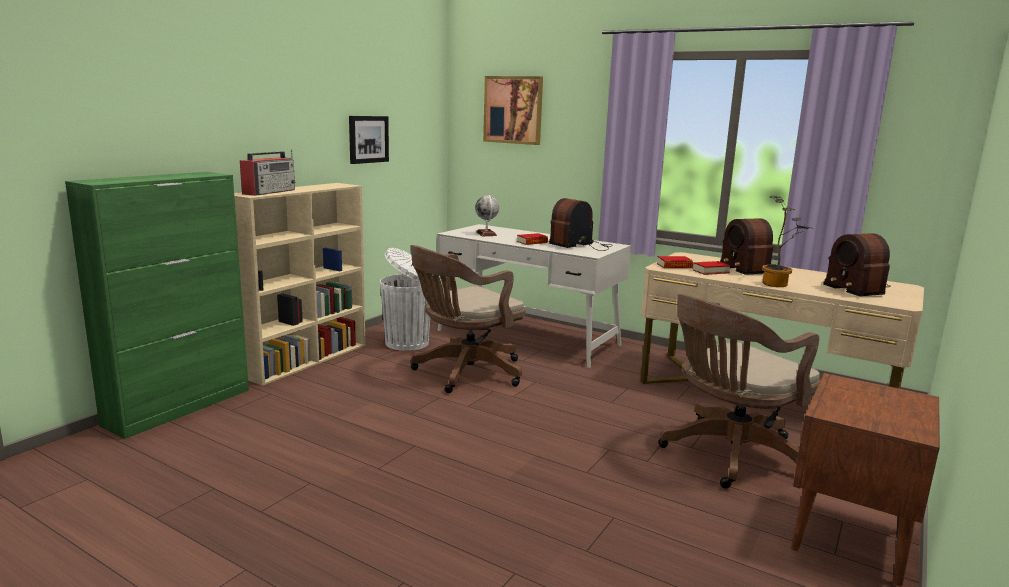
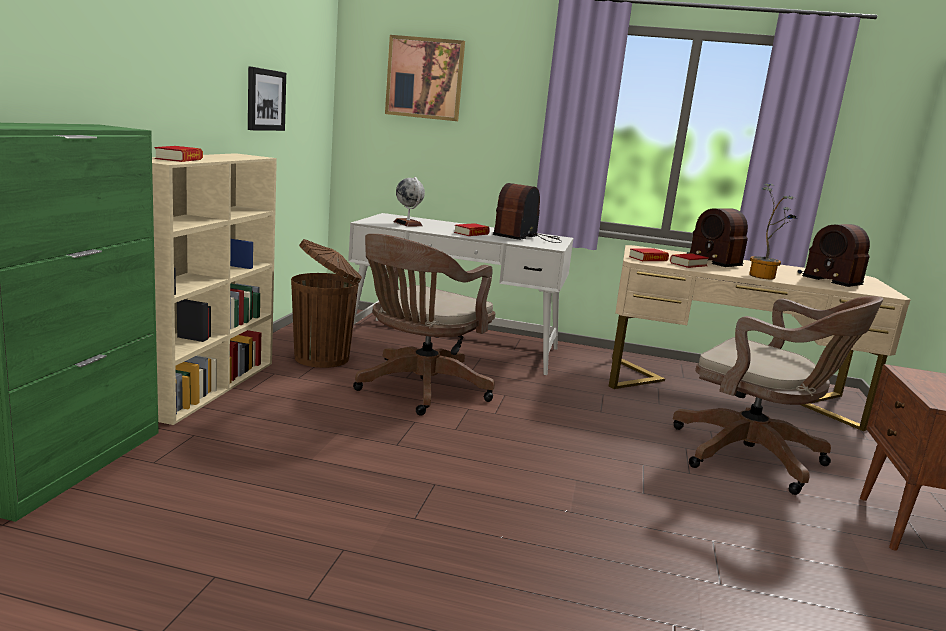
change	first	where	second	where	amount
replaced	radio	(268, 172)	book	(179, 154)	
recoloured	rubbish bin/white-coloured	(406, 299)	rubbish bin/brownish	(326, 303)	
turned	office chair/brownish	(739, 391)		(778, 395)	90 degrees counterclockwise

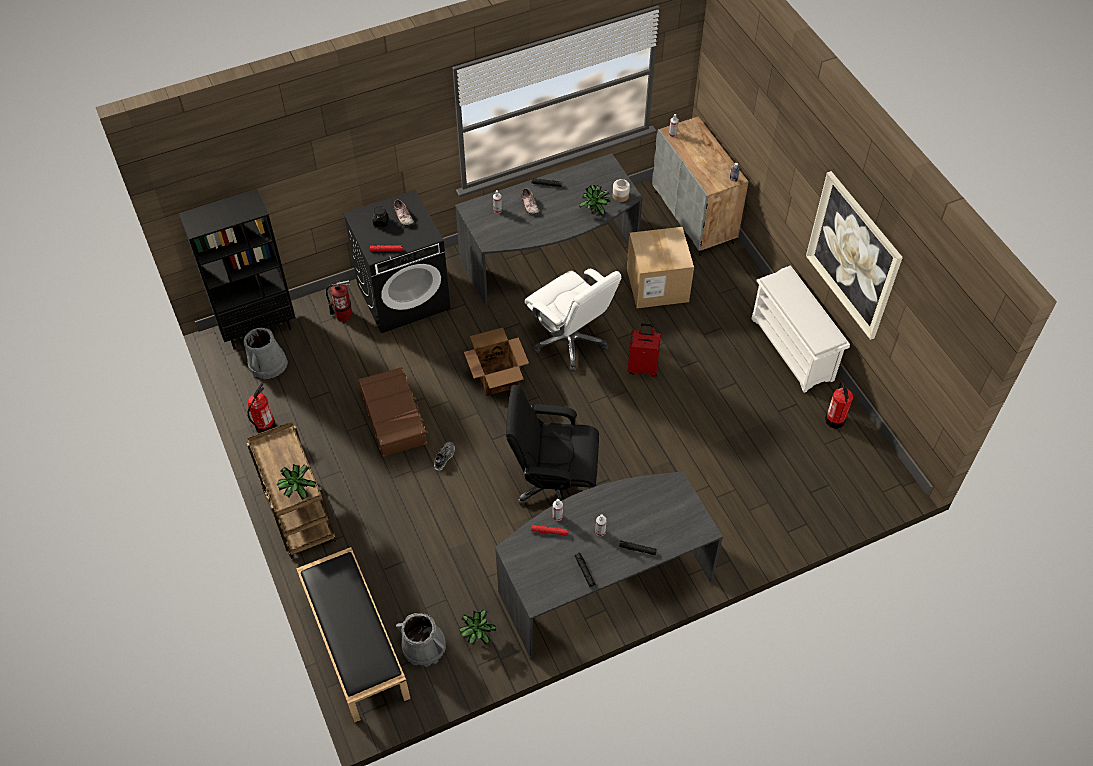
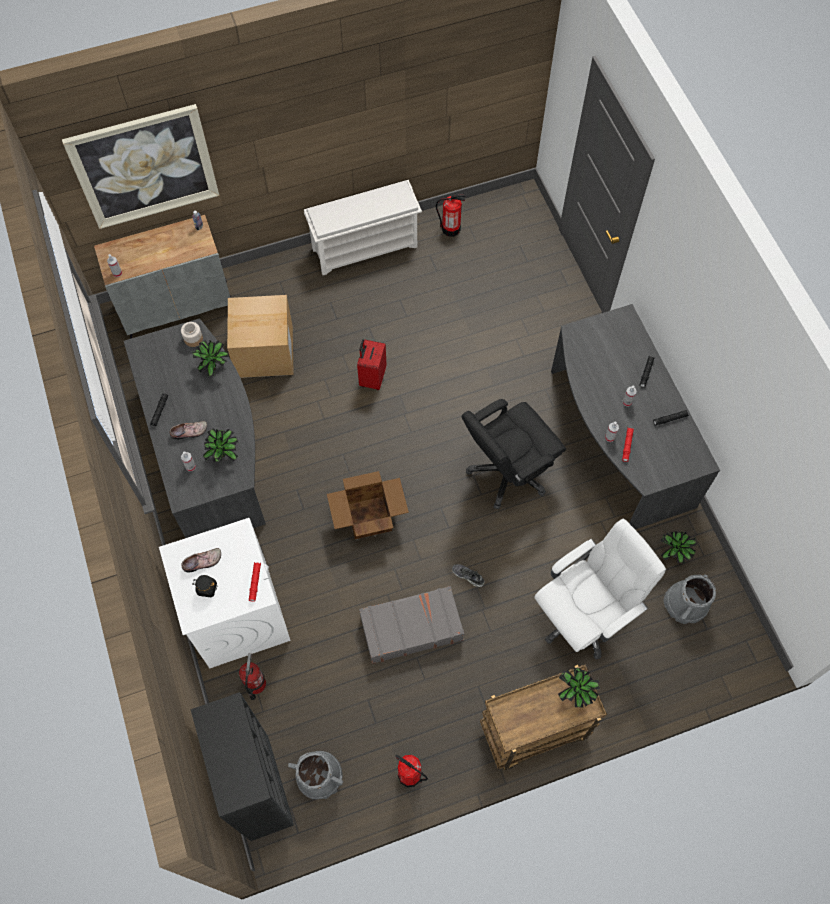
change	first	where	second	where	amount
removed	indoor bench/black	(353, 635)			
recoloured	laundry appliance/black	(396, 261)	laundry appliance/white-coloured	(224, 593)	
recoloured	travel case/brownish	(393, 412)	travel case/greyish	(411, 625)	
turned	office chair/black	(552, 445)		(514, 454)	45 degrees clockwise
moved	office chair/white-coloured	(573, 320)		(600, 589)	
moved	wall art	(854, 255)		(140, 166)	
added			plant in a pot	(220, 445)	

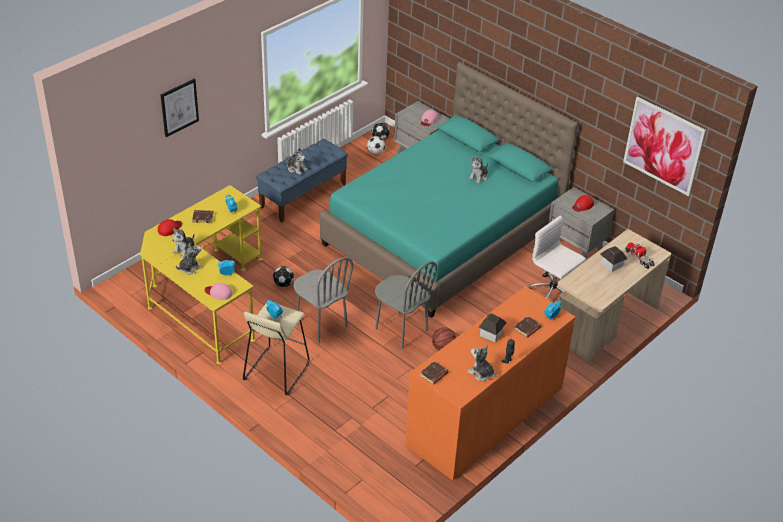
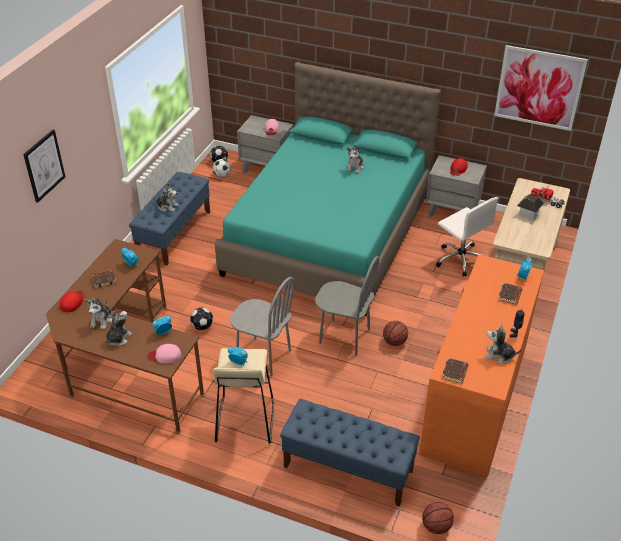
change	first	where	second	where	amount
recoloured	desk unit/yellowish	(201, 274)	desk unit/brownish	(125, 336)	
removed	model house	(492, 327)			
turned	office chair/white-coloured	(557, 257)		(467, 237)	150 degrees counterclockwise
added			indoor bench/blue	(350, 453)	
added			basketball ball	(438, 518)	

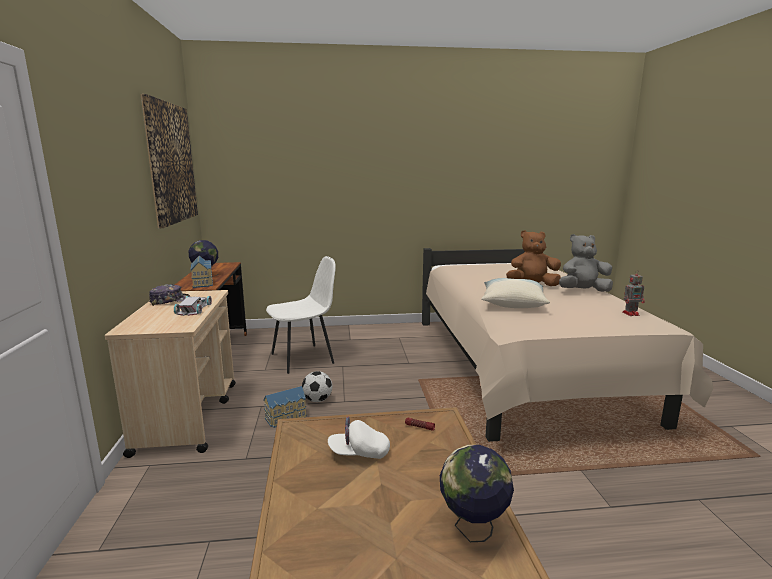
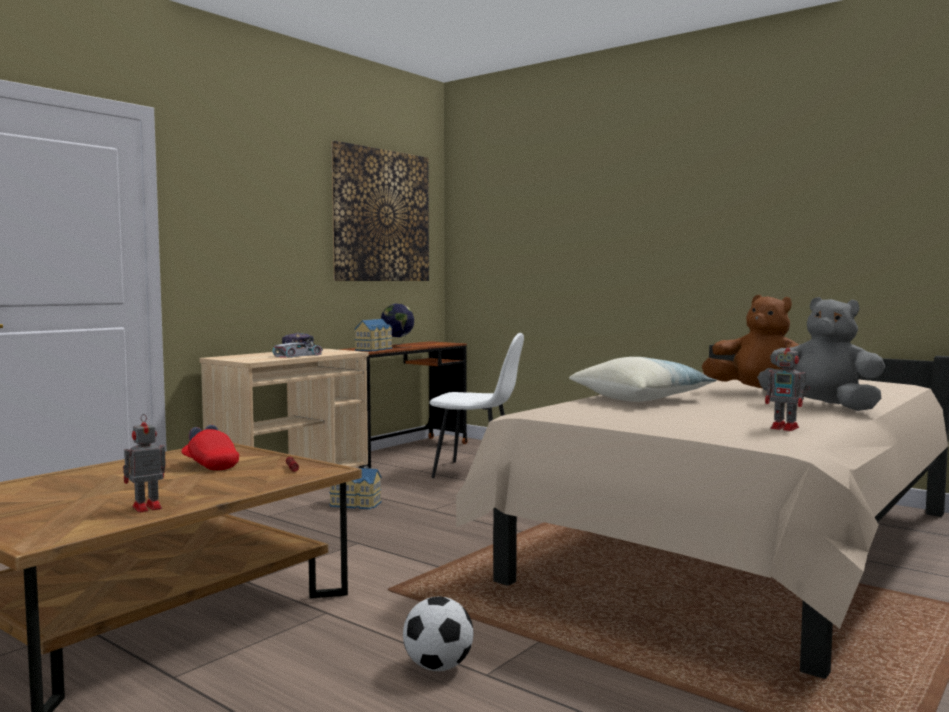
change	first	where	second	where	amount
moved	football	(317, 386)		(438, 633)	
recoloured	peaked cap/white-coloured	(359, 438)	peaked cap/red-coloured	(210, 447)	
replaced	world globe	(477, 493)	robot figure	(144, 463)	

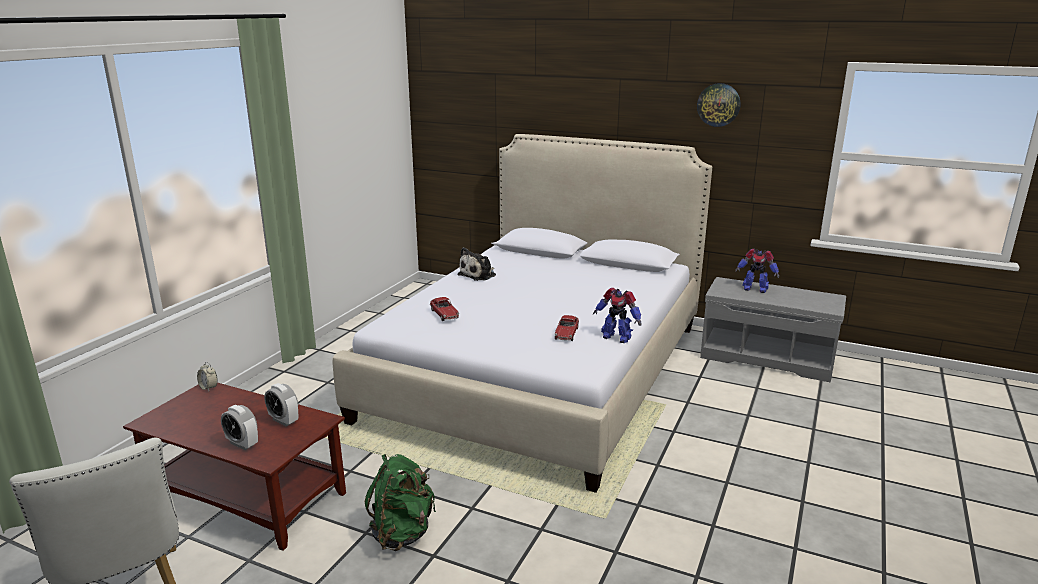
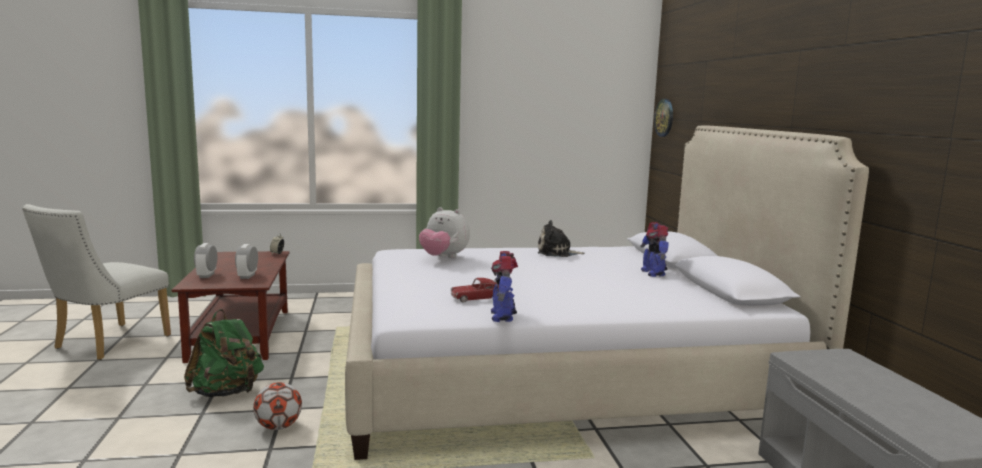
change	first	where	second	where	amount
replaced	toy car	(444, 309)	soft toy	(444, 232)	
moved	hanging clock	(718, 105)		(663, 118)	
moved	robot figure	(757, 271)		(654, 249)	
added			football	(277, 406)	

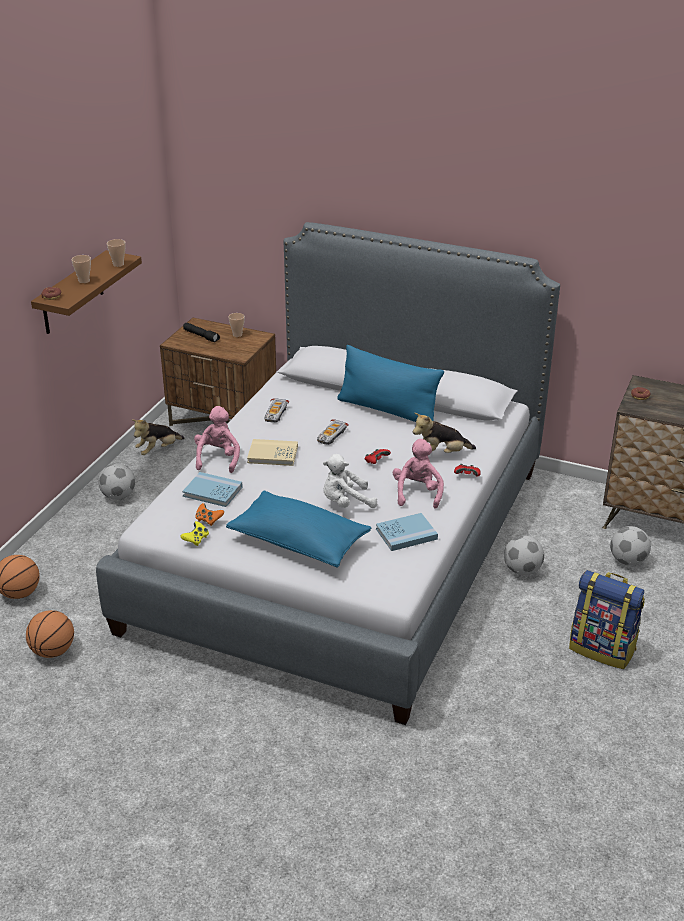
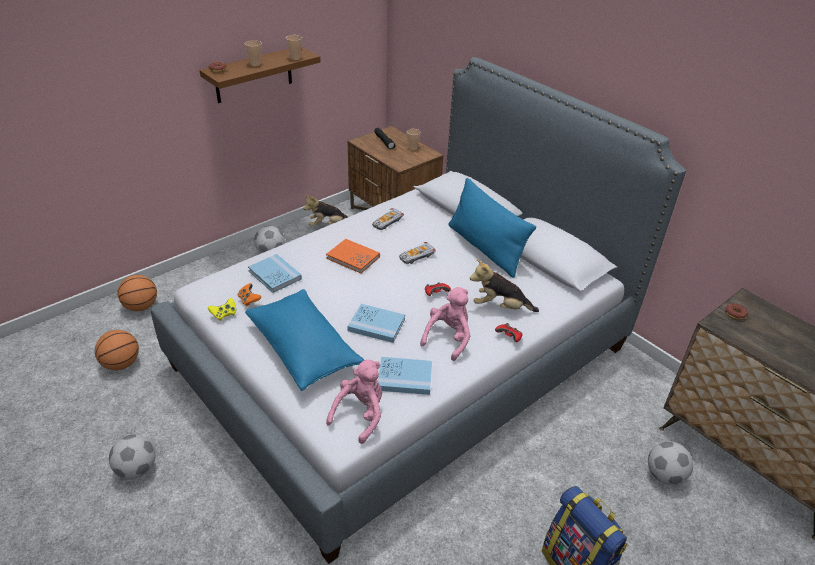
change	first	where	second	where	amount
moved	soft toy/pink-coloured	(217, 439)		(354, 402)	
recoloured	book/beige-coloured	(272, 452)	book/orange-coloured	(353, 256)	
replaced	soft toy/white-coloured	(350, 481)	book/blue	(376, 323)	
moved	football	(524, 555)		(132, 457)	

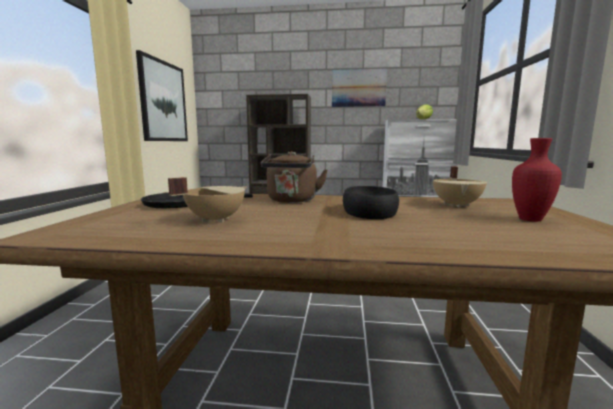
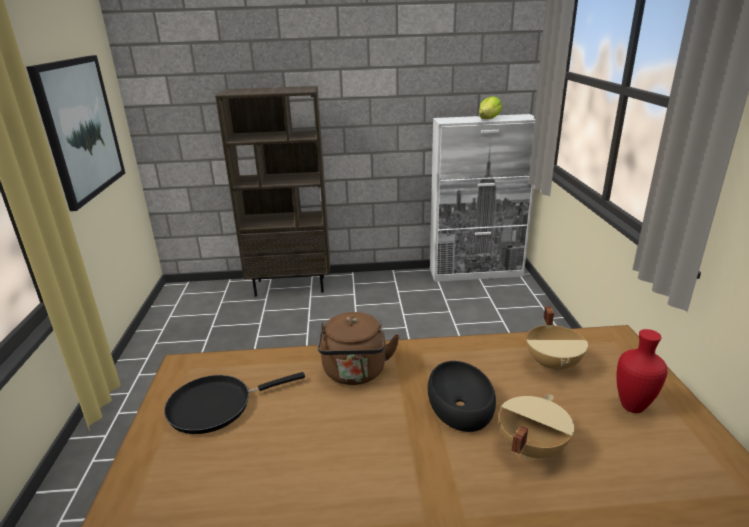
change	first	where	second	where	amount
moved	saucepot/beige-coloured	(207, 200)		(536, 426)	
removed	wall art	(359, 88)			

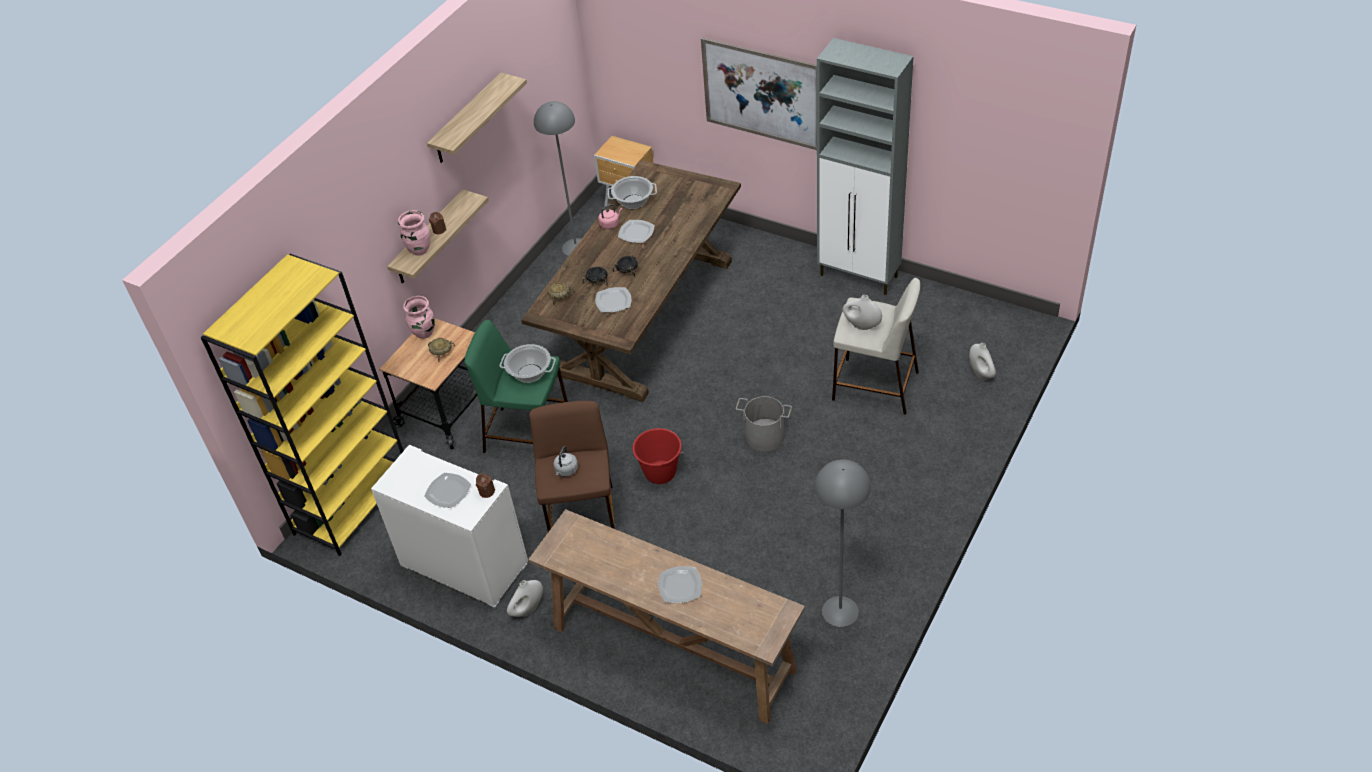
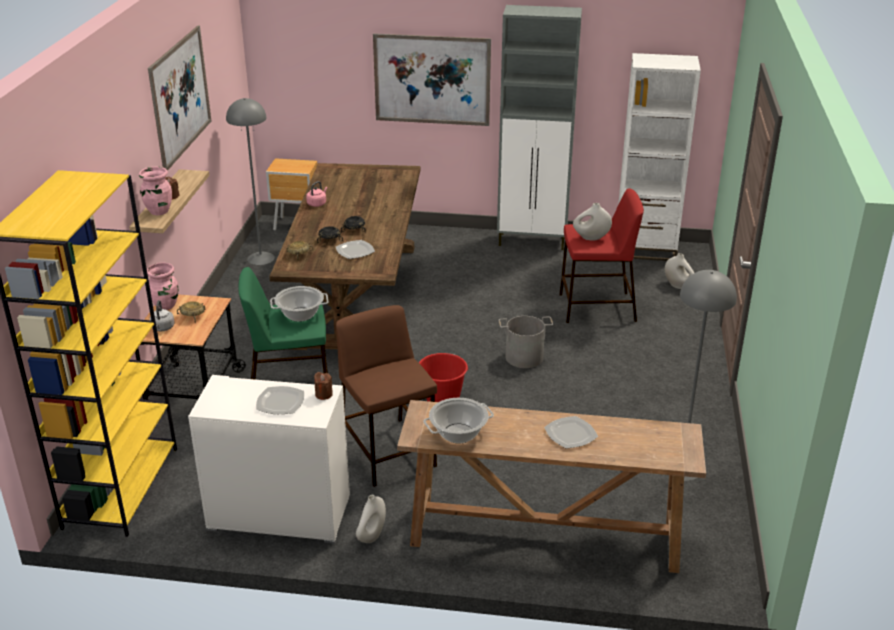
change	first	where	second	where	amount
replaced	bracket shelf	(477, 118)	wall art	(179, 98)	
moved	water kettle/greyish	(565, 461)		(162, 315)	
moved	saucepot	(632, 192)		(458, 421)	
removed	flat dish	(636, 231)			
recoloured	stool/beige-coloured	(876, 346)	stool/red-coloured	(601, 256)	
added			shelving unit/white-coloured	(659, 157)	

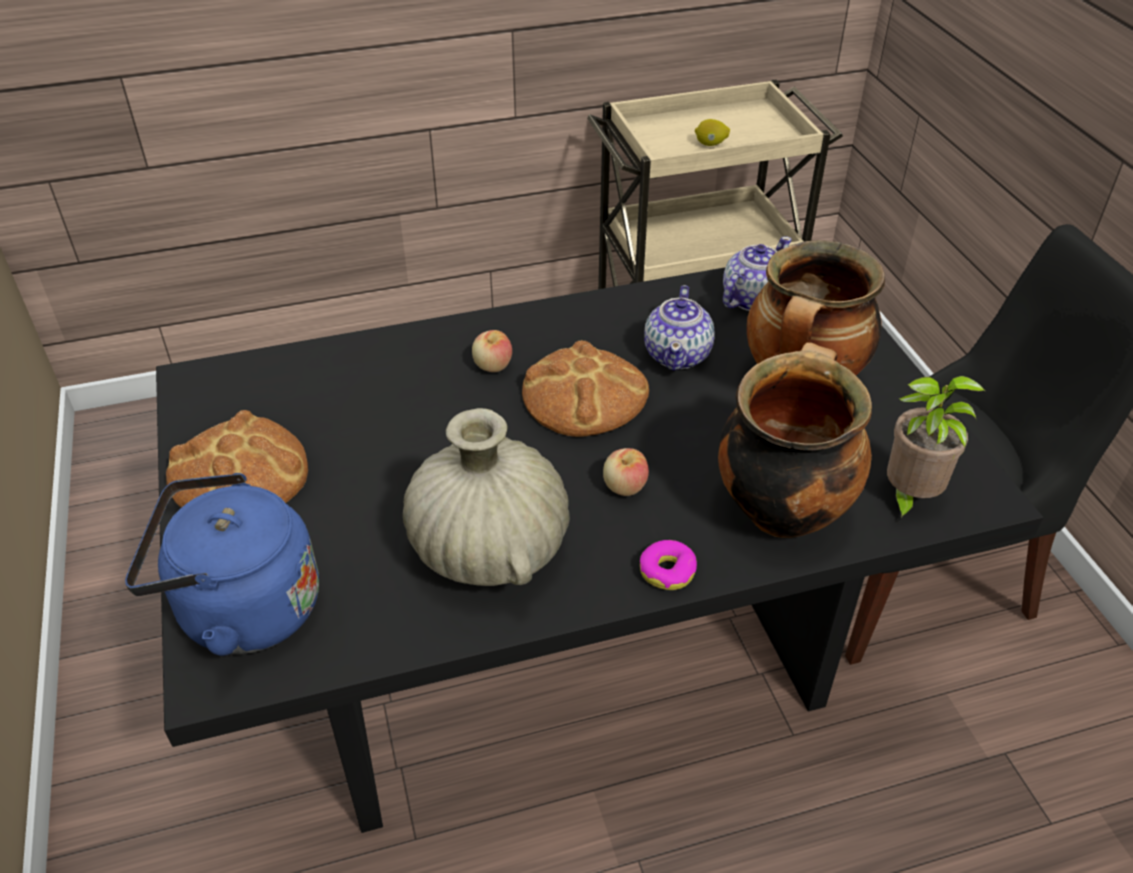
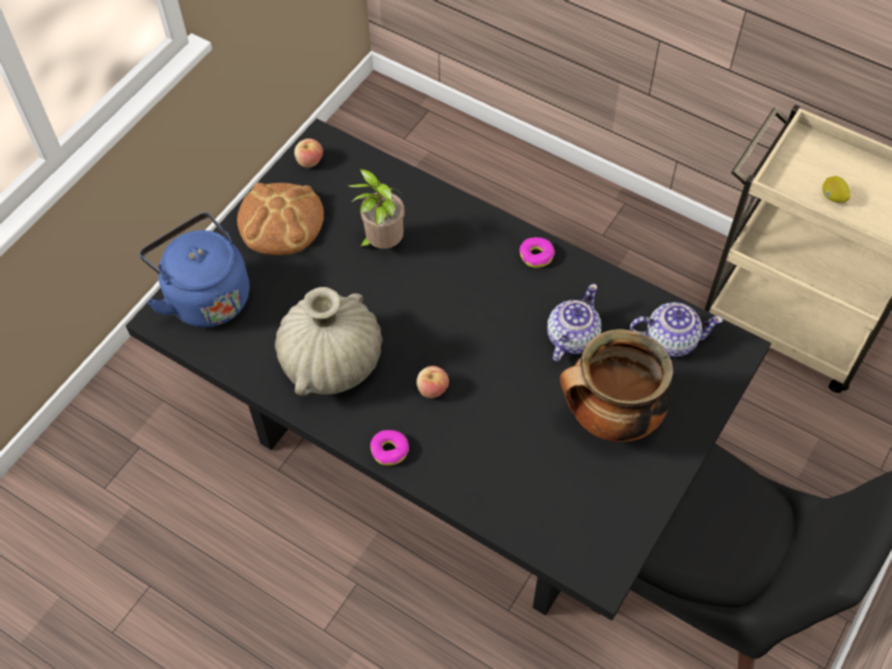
change	first	where	second	where	amount
moved	whole apple	(492, 351)		(308, 153)	
removed	bread	(585, 388)			
turned	teapot	(679, 328)		(574, 323)	150 degrees clockwise
removed	saucepot	(795, 440)			
moved	plant in a pot	(936, 449)		(376, 209)	
added			donut	(537, 252)	

